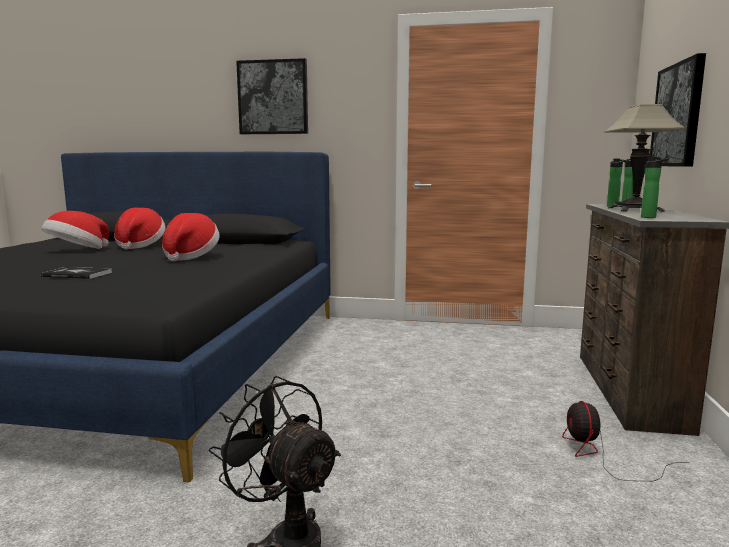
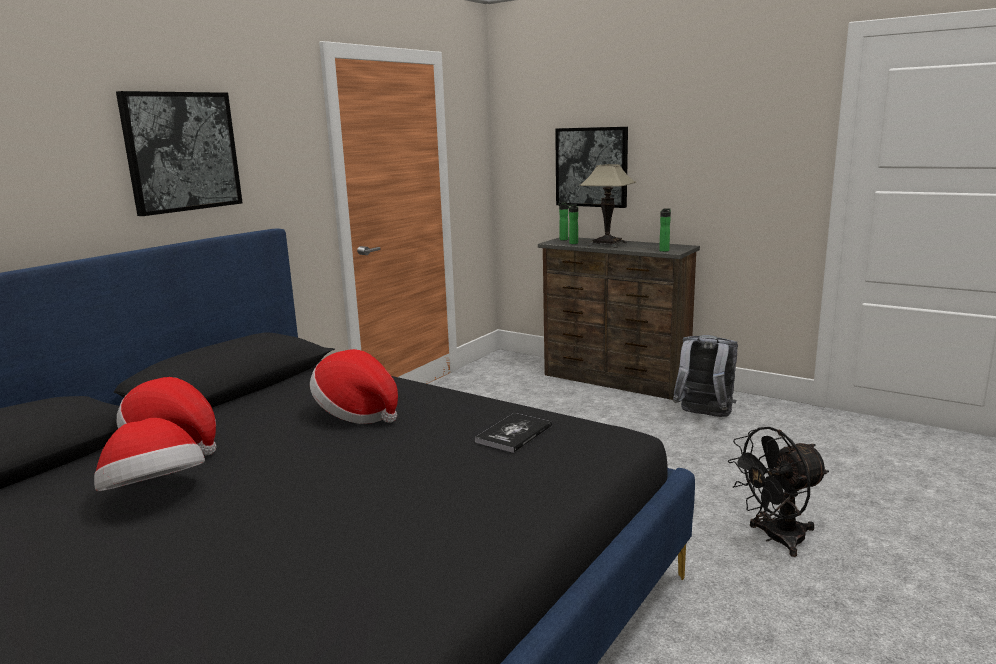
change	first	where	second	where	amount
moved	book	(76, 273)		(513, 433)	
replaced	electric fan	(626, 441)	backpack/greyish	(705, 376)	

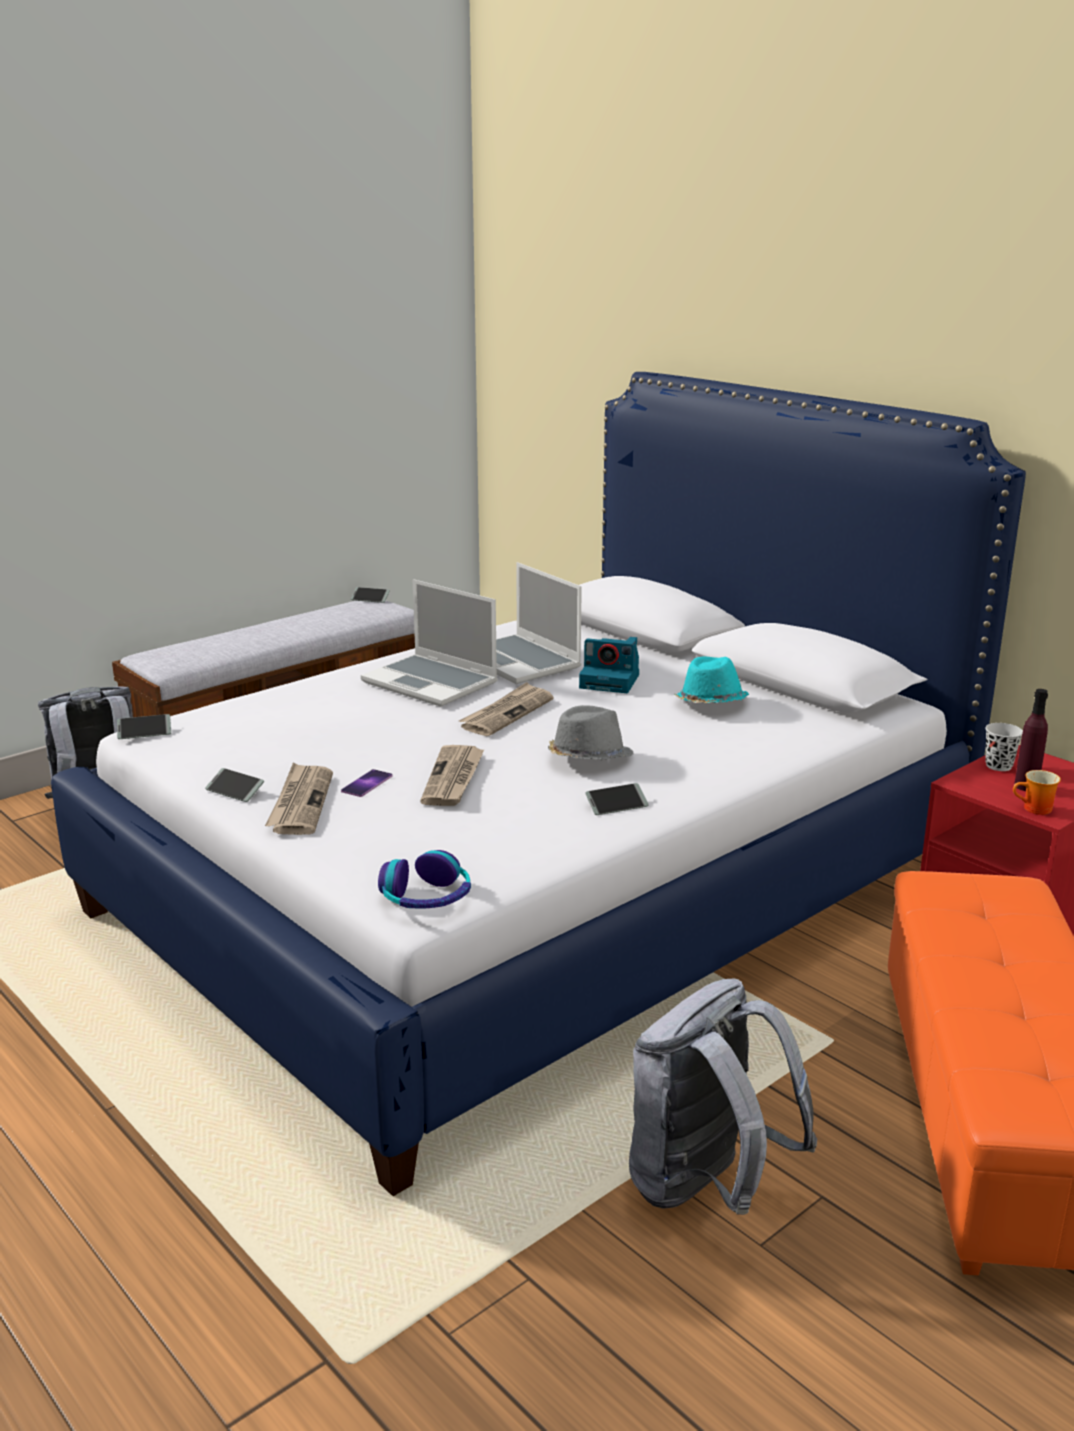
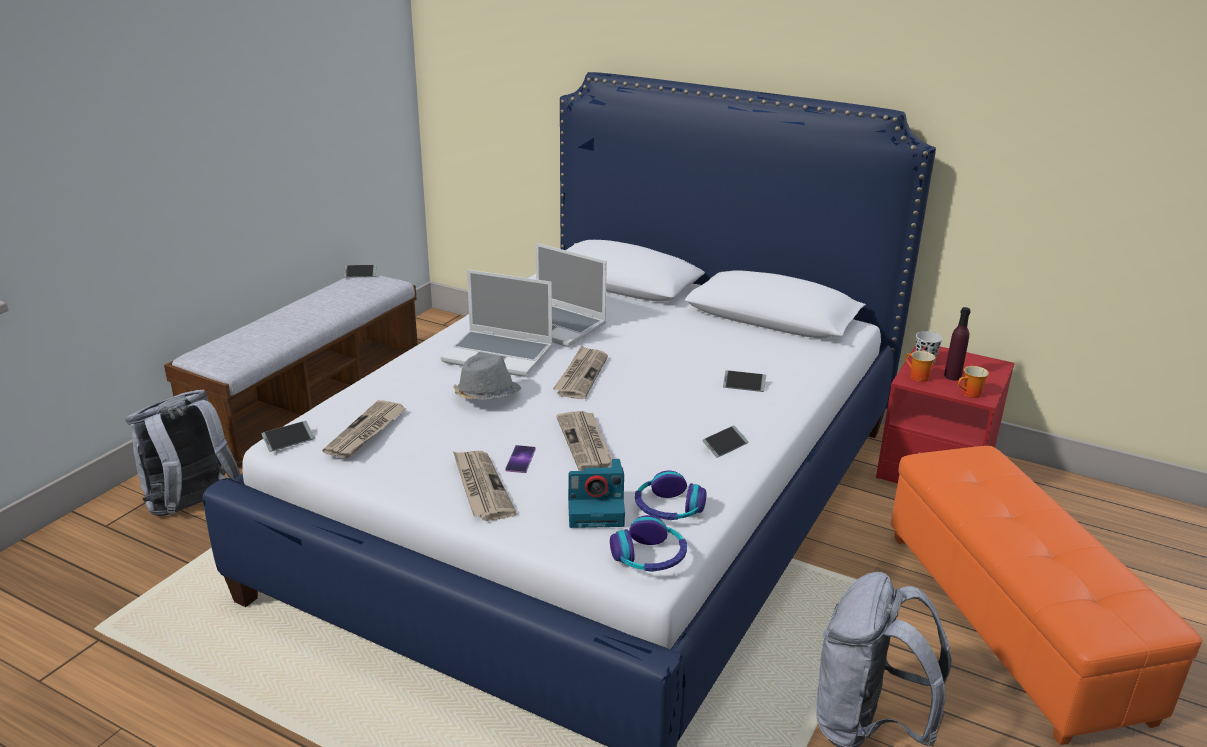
change	first	where	second	where	amount
moved	handset	(234, 785)		(744, 381)	
moved	clothing hat/greyish	(590, 733)		(487, 377)	
moved	still camera	(609, 665)		(596, 493)	
removed	clothing hat/turquoise-coloured	(711, 679)			
added			printed paper	(364, 429)	
added			pair of headphones	(670, 495)	
added			tea mug	(920, 366)	

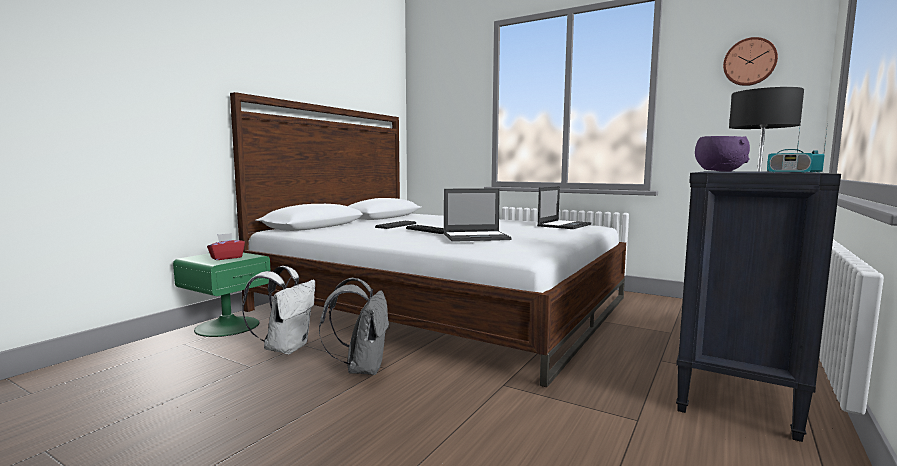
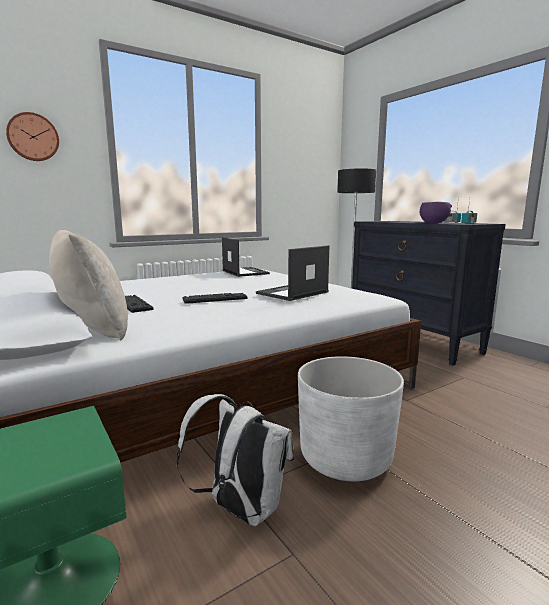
change	first	where	second	where	amount
removed	tissue box/red-coloured	(226, 246)			
replaced	backpack/greyish	(354, 326)	plant pot/white-coloured	(351, 418)	
turned	notebook computer	(478, 215)		(292, 273)	150 degrees counterclockwise
moved	hanging clock	(750, 61)		(32, 136)	
added			pillow/beige-coloured	(88, 285)	

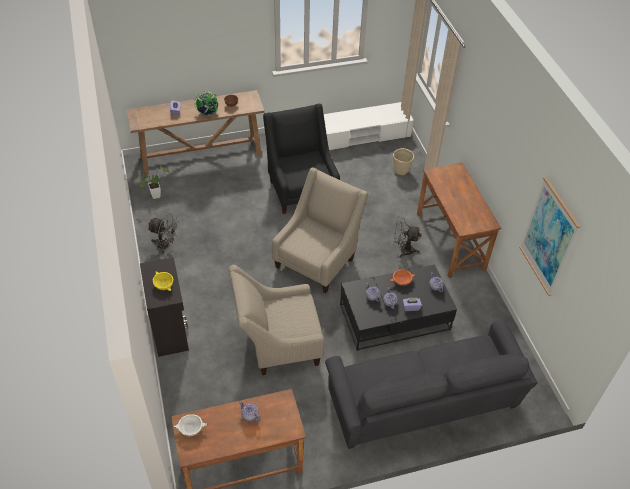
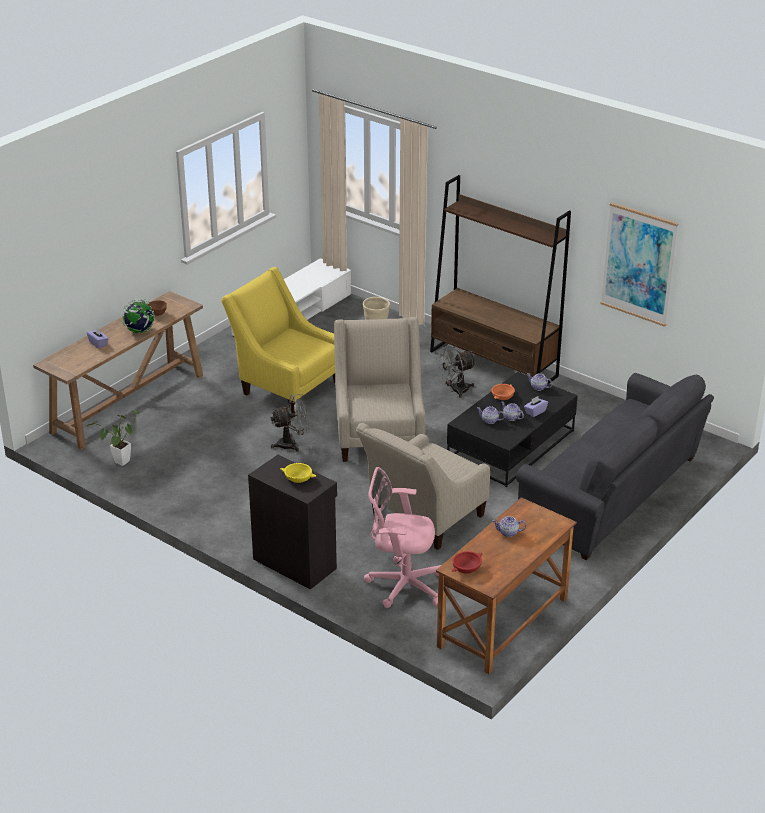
change	first	where	second	where	amount
moved	electric fan/greyish	(163, 233)		(290, 423)	
recoloured	bowl/white-coloured	(190, 425)	bowl/red-coloured	(467, 562)	
recoloured	easy chair/black	(301, 159)	easy chair/yellowish	(278, 340)	
replaced	desk unit/brownish	(459, 220)	shelving unit/brownish	(500, 279)	
added			office chair/pink-coloured	(402, 537)	

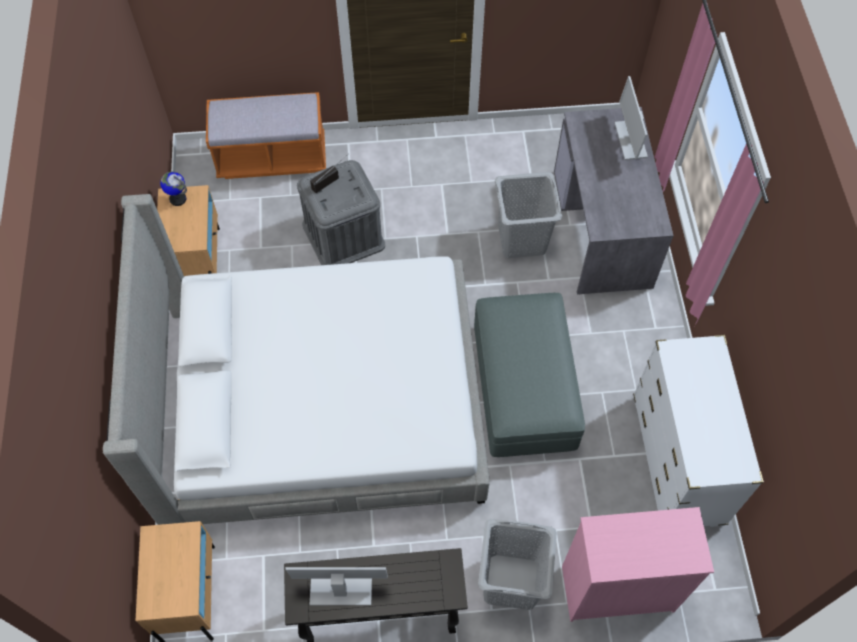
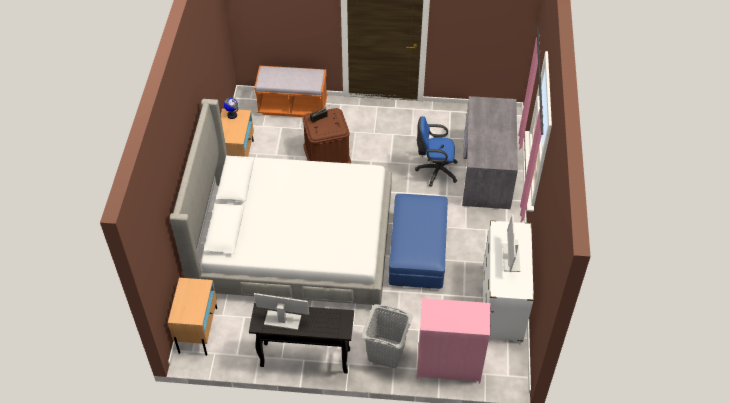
change	first	where	second	where	amount
recoloured	storage container/greyish	(341, 212)	storage container/brownish	(326, 135)	
recoloured	ottoman/greyish	(529, 375)	ottoman/blue	(418, 241)	
replaced	hamper/greyish	(528, 215)	office chair/blue	(436, 151)	
moved	computer screen	(631, 118)		(511, 243)	

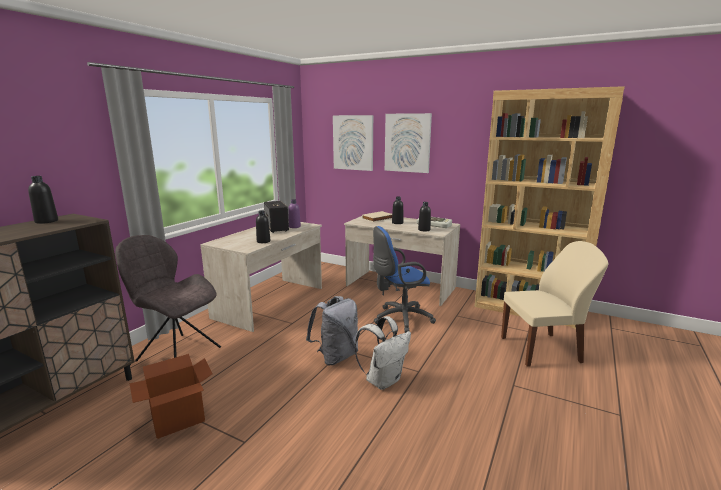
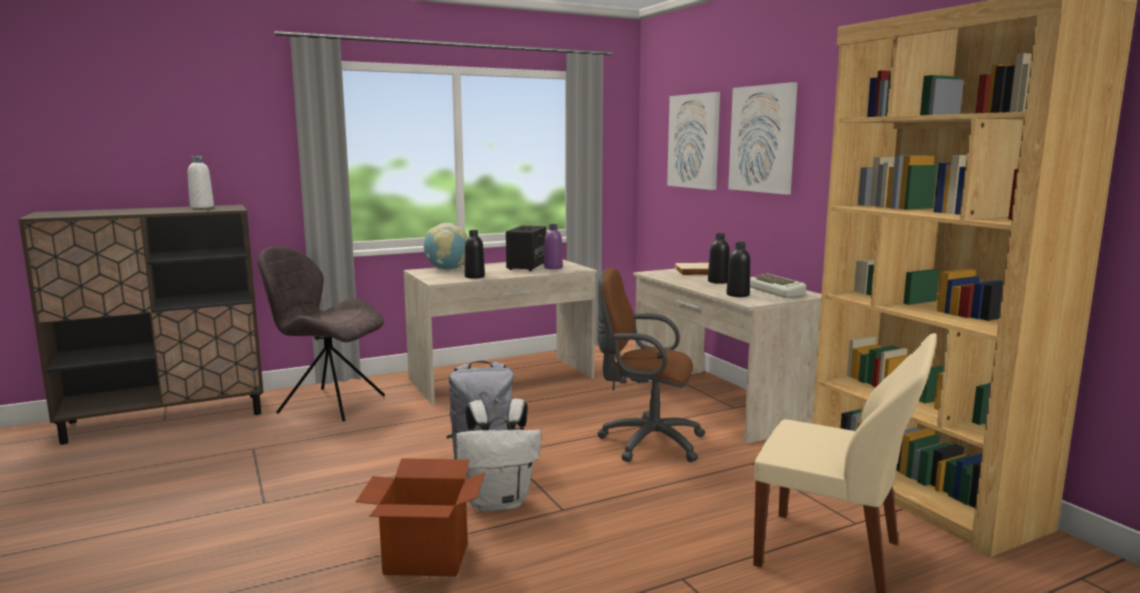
change	first	where	second	where	amount
recoloured	bottle/black	(43, 200)	bottle/white-coloured	(201, 182)	
turned	chair/greyish	(168, 298)		(321, 333)	45 degrees counterclockwise
moved	carton	(171, 396)		(420, 517)	
recoloured	office chair/blue	(404, 279)	office chair/brownish	(651, 365)	
added			world globe	(446, 246)	

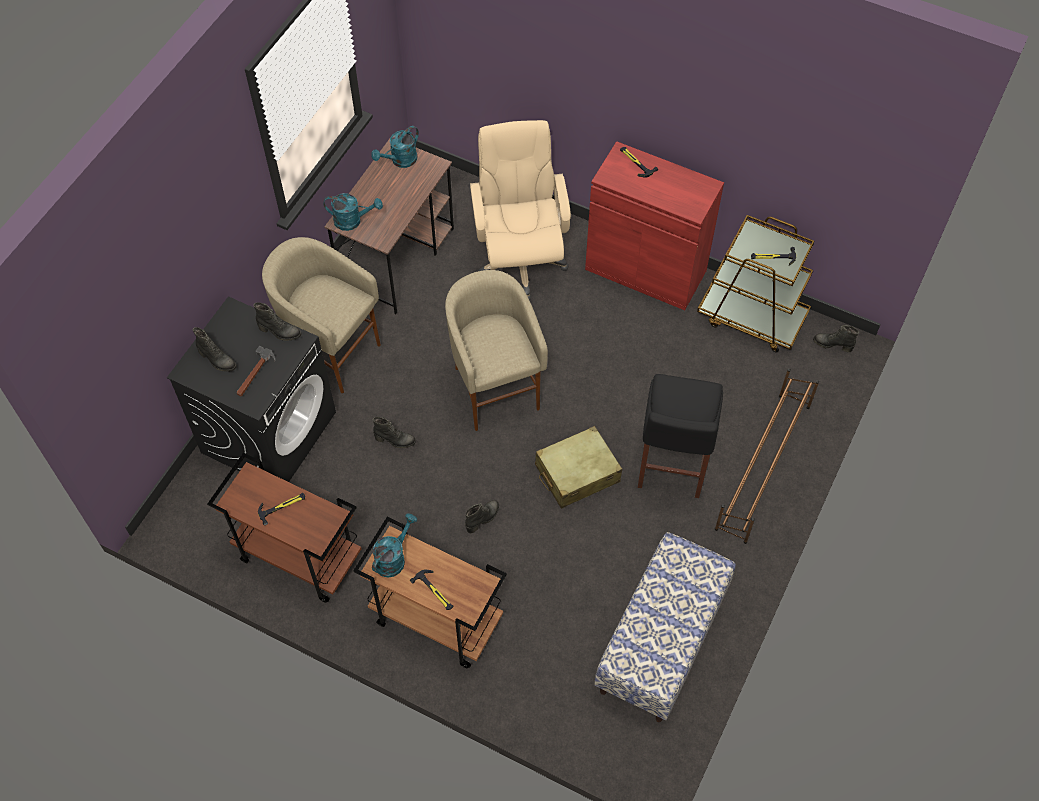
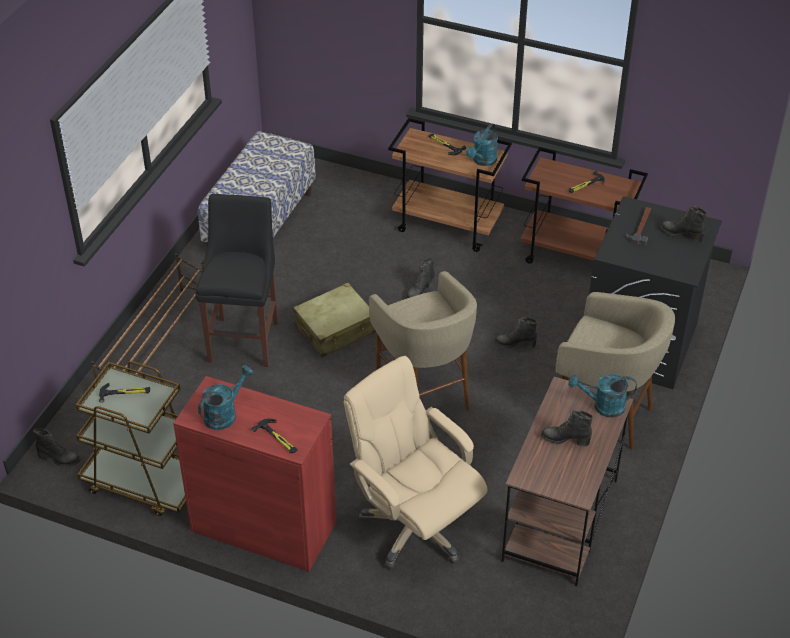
change	first	where	second	where	amount
moved	boot/black	(277, 321)		(567, 428)	
moved	watering pot/turquoise-coloured	(395, 147)		(226, 397)	
turned	office chair/beige-coloured	(520, 210)		(416, 462)	150 degrees clockwise

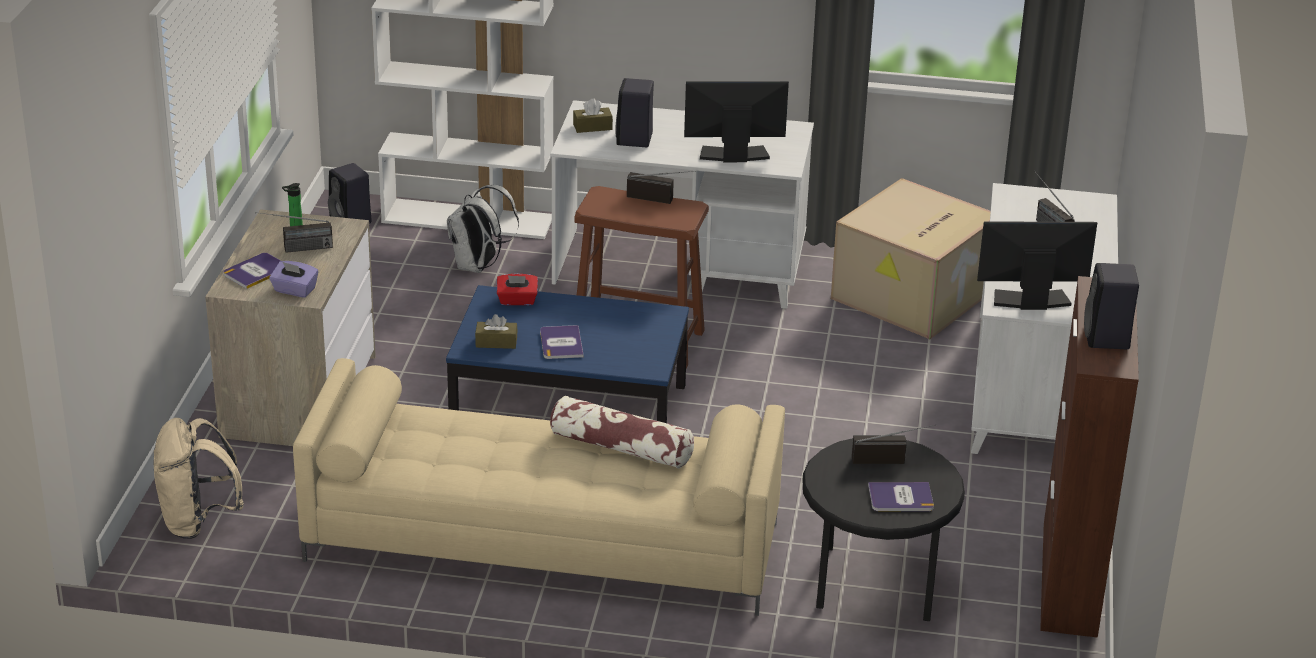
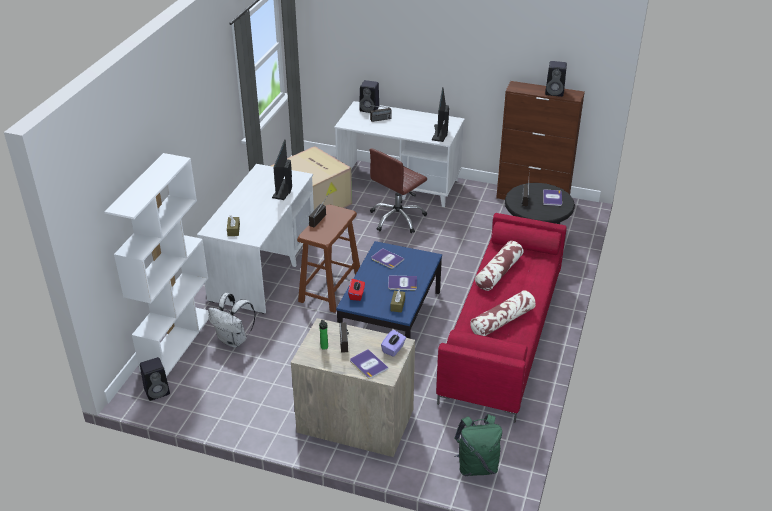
change	first	where	second	where	amount
recoloured	backpack/beige-coloured	(199, 478)	backpack/green-coloured	(478, 445)	
recoloured	settee/beige-coloured	(539, 487)	settee/red-coloured	(501, 318)	
moved	speaker/black	(634, 112)		(369, 96)	
added			office chair/brownish	(398, 190)	
added			book	(387, 258)	
added			pillow	(503, 313)	

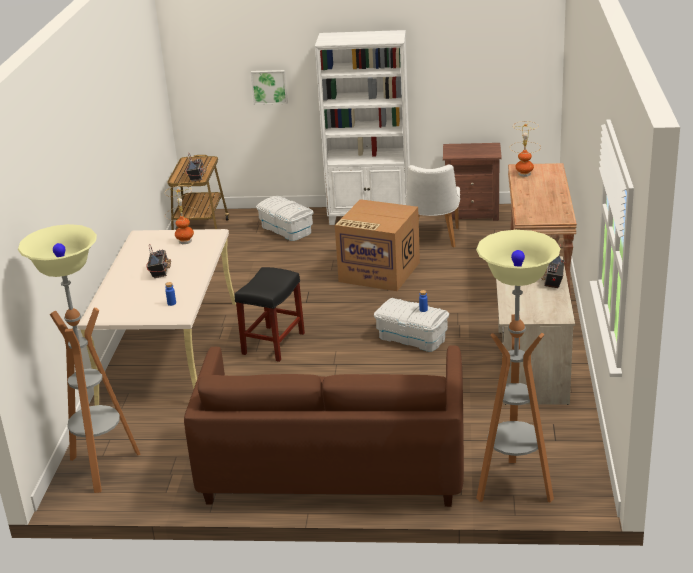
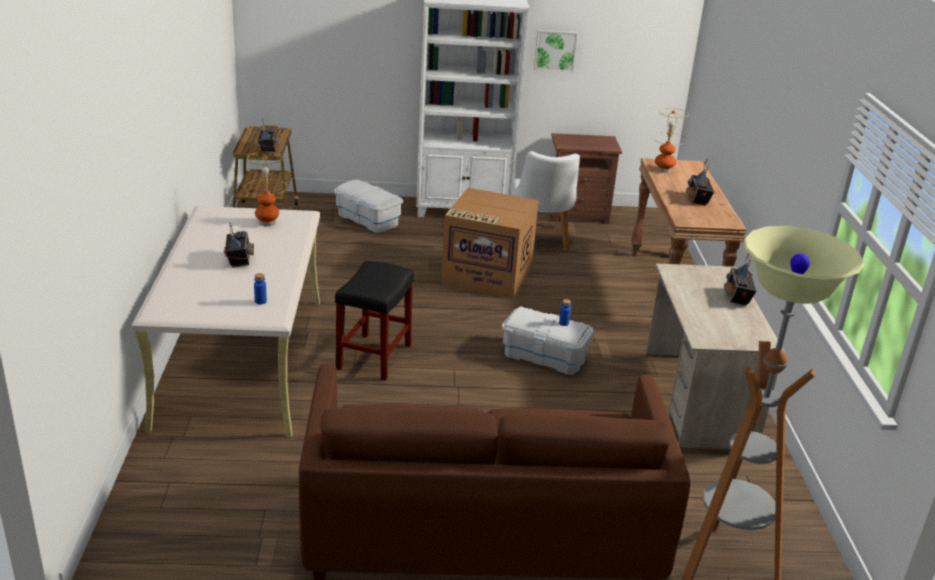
change	first	where	second	where	amount
removed	standard lamp	(79, 358)			
moved	wall art	(269, 87)		(556, 51)	
added			radio	(700, 182)	

